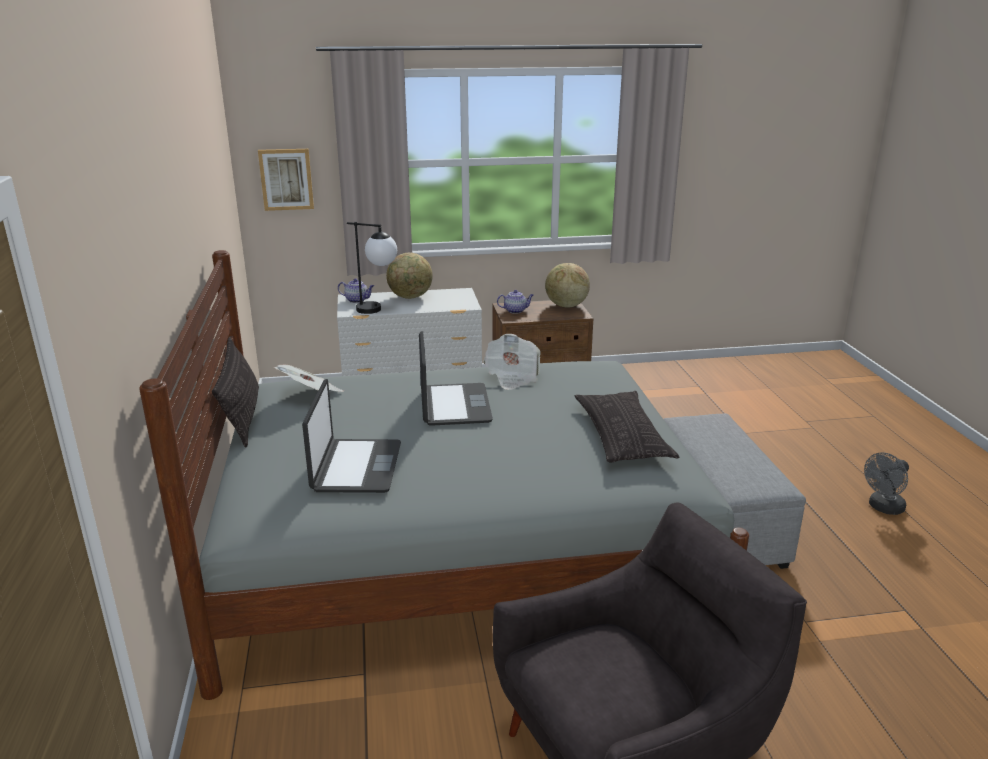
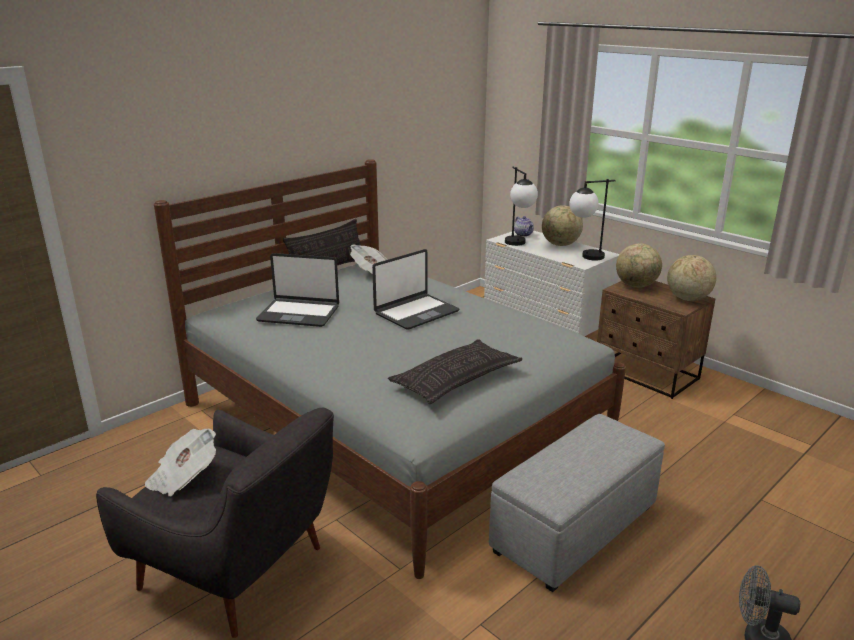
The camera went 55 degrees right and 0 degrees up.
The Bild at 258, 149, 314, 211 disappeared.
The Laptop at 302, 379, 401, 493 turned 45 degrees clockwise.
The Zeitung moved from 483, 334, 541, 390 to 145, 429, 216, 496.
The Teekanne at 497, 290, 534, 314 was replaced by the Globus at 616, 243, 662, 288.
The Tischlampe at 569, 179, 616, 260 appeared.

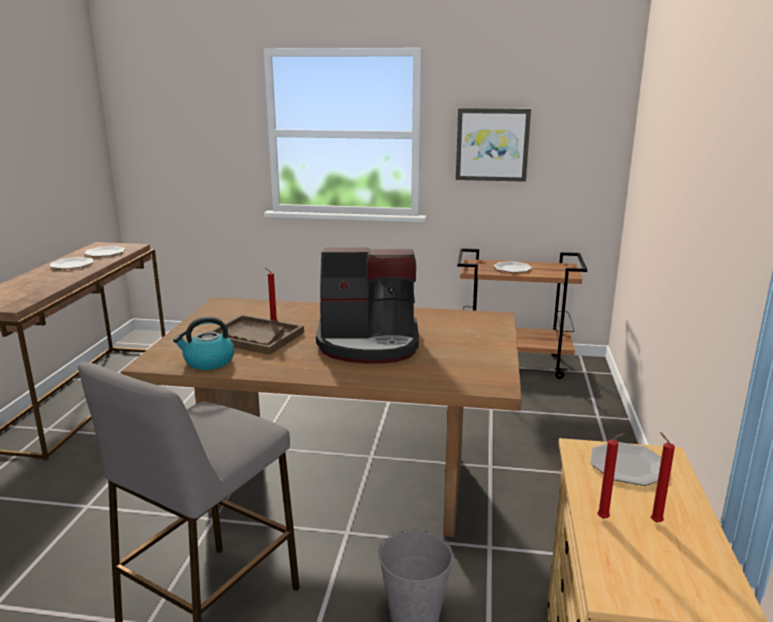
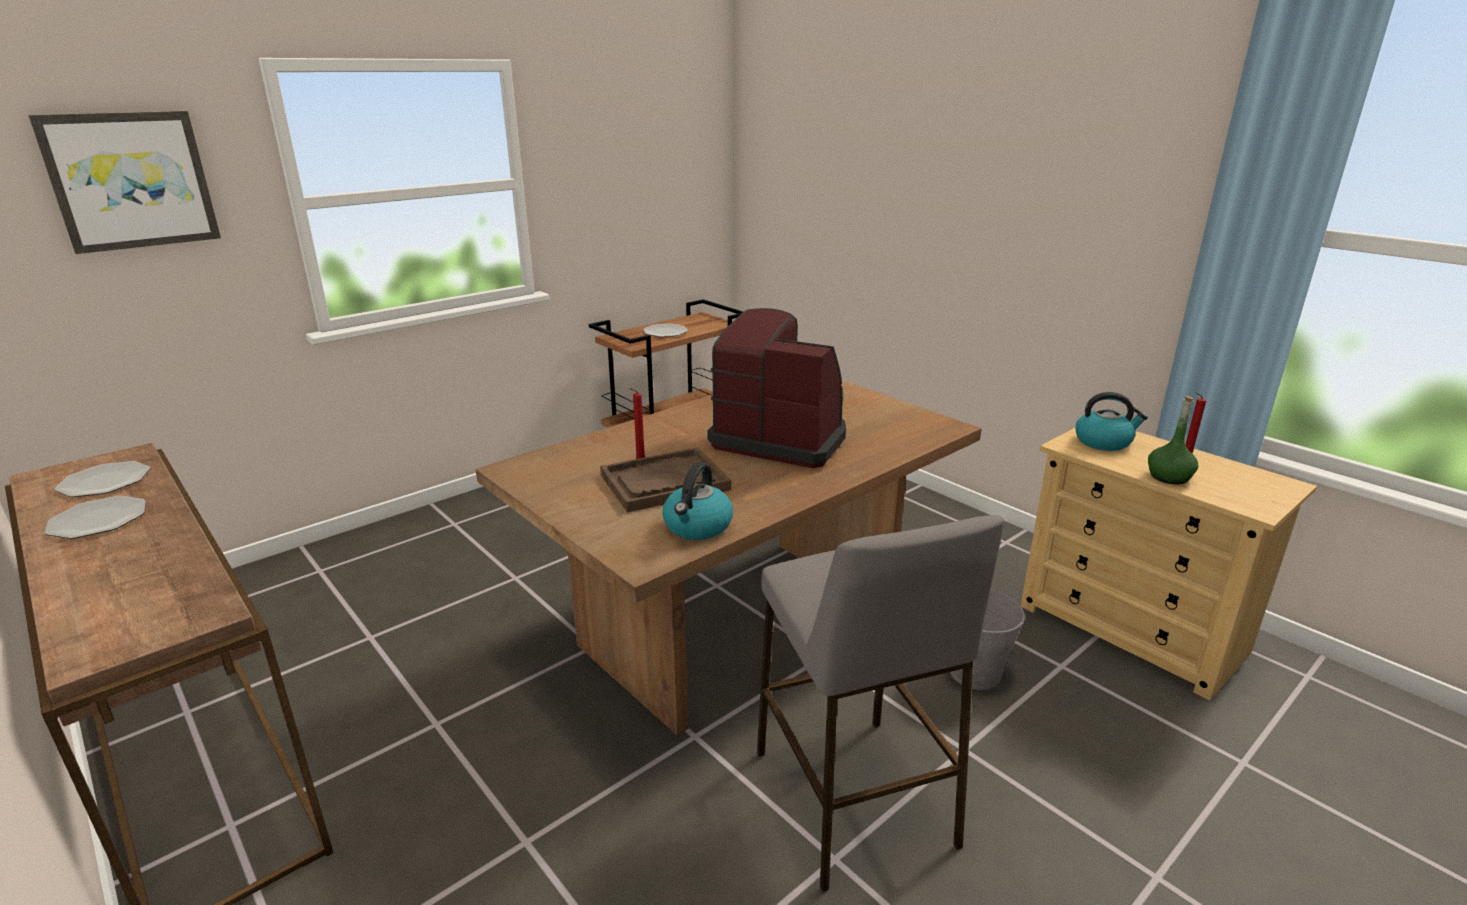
The camera went 50 degrees left and 5 degrees up.
The Kaffeemaschine at 316, 247, 419, 364 turned 105 degrees counterclockwise.
The Bild moved from 456, 108, 531, 182 to 29, 111, 221, 254.
The Teller at 590, 442, 661, 486 was replaced by the Wasserkessel at 1076, 392, 1148, 451.
The Kerze/rot at 597, 433, 626, 519 was replaced by the Flasche/grün at 1148, 396, 1198, 485.

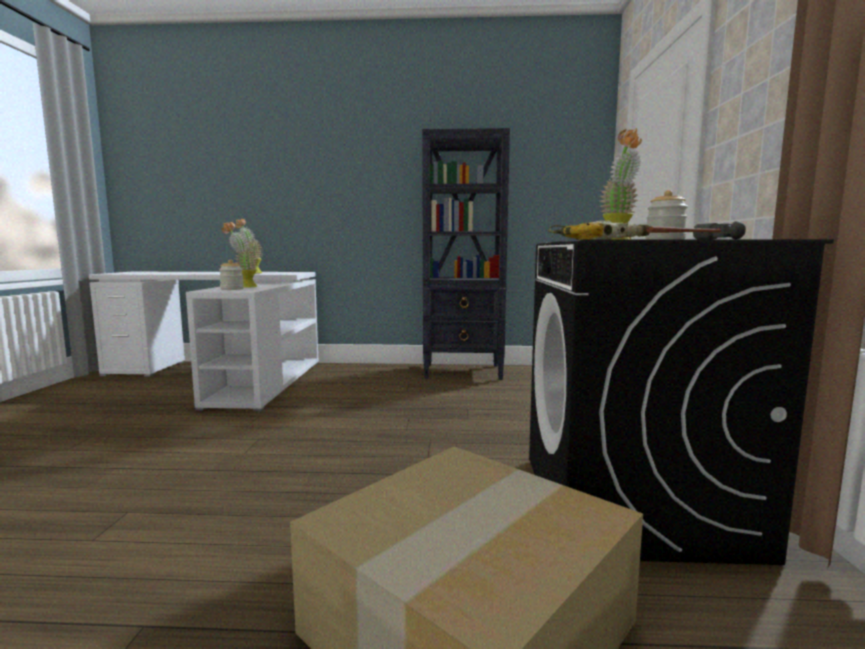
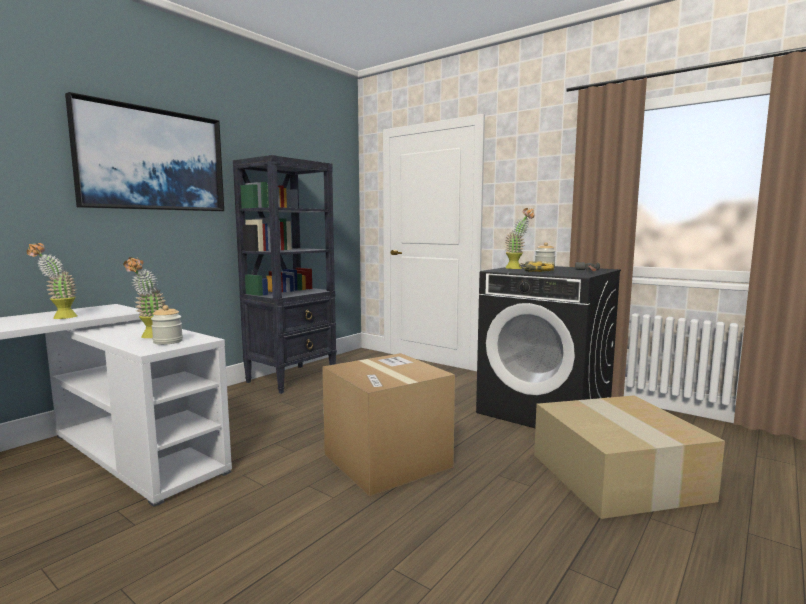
The camera went 55 degrees left and 0 degrees up.
The Bild at 65, 92, 224, 211 appeared.
The Karton at 322, 353, 455, 496 appeared.

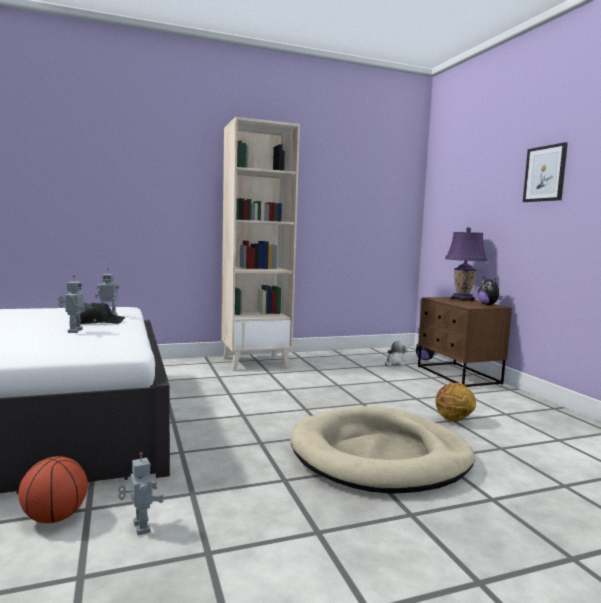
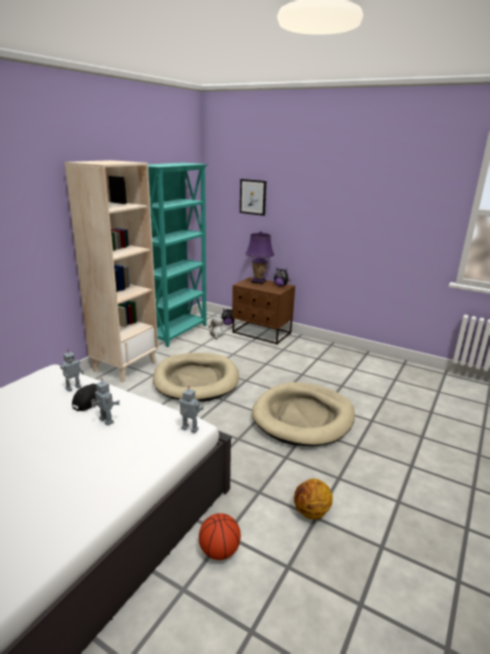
The camera went 40 degrees left and 15 degrees up.
The Spielzeugroboter moved from 118, 452, 164, 535 to 179, 386, 204, 433.
The Basketball moved from 436, 383, 476, 422 to 294, 479, 333, 519.
The Bild moved from 523, 142, 568, 202 to 240, 179, 266, 216.
The Bücherregal/türkis at 148, 163, 208, 347 appeared.
The Hundebett/beige at 153, 353, 239, 402 appeared.

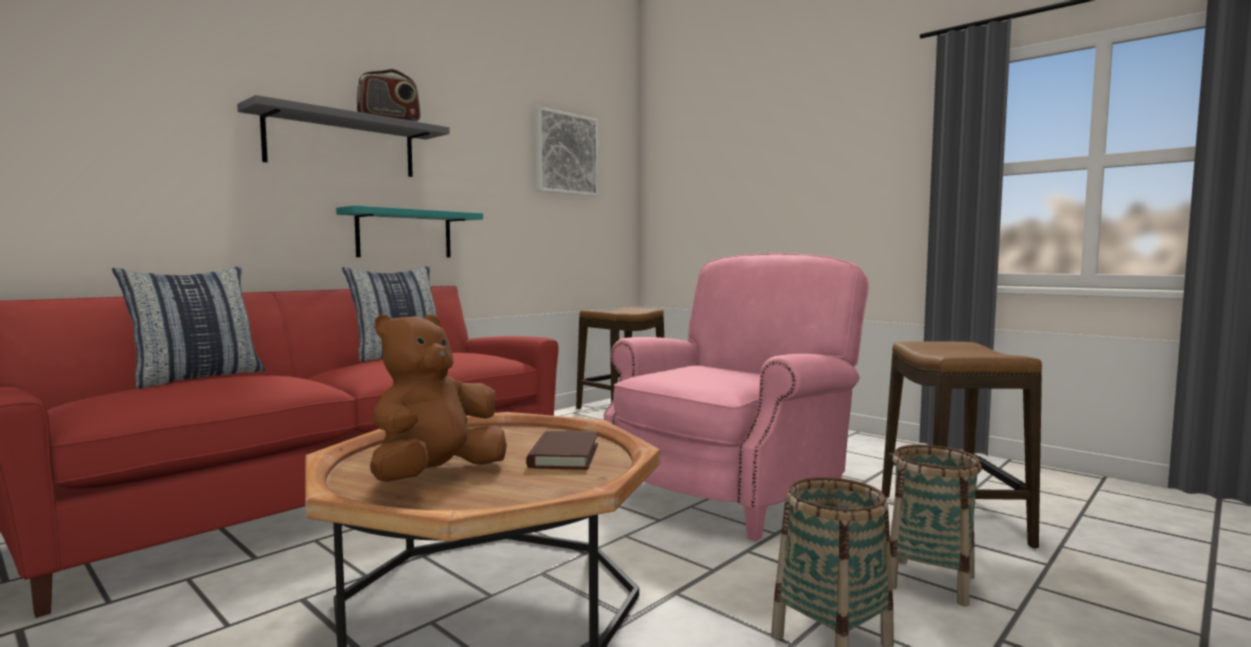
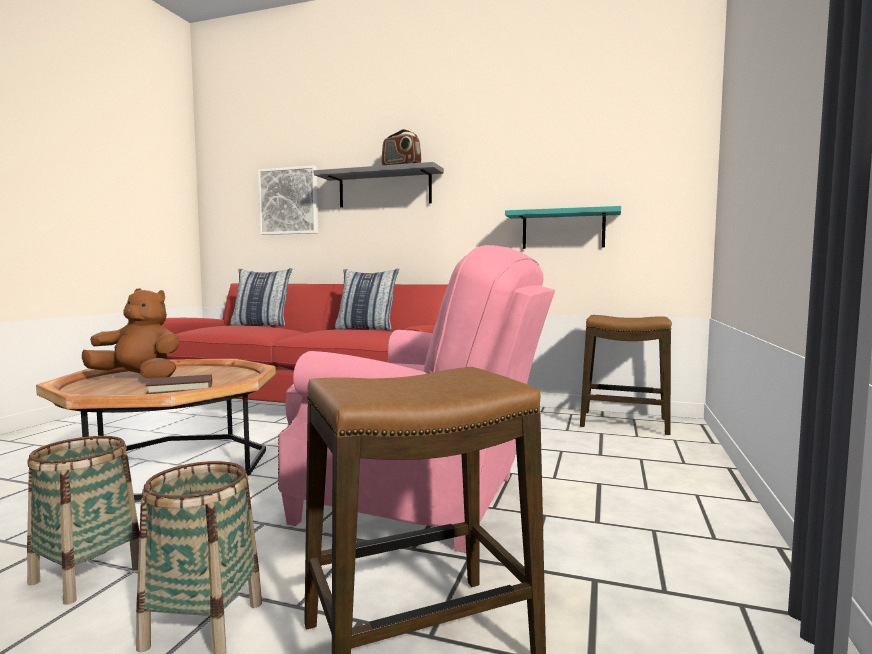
The camera went 65 degrees right and 0 degrees up.
The Wandregal/türkis moved from 336, 205, 483, 257 to 505, 206, 621, 249.
The Bild moved from 535, 107, 599, 197 to 258, 165, 318, 235.

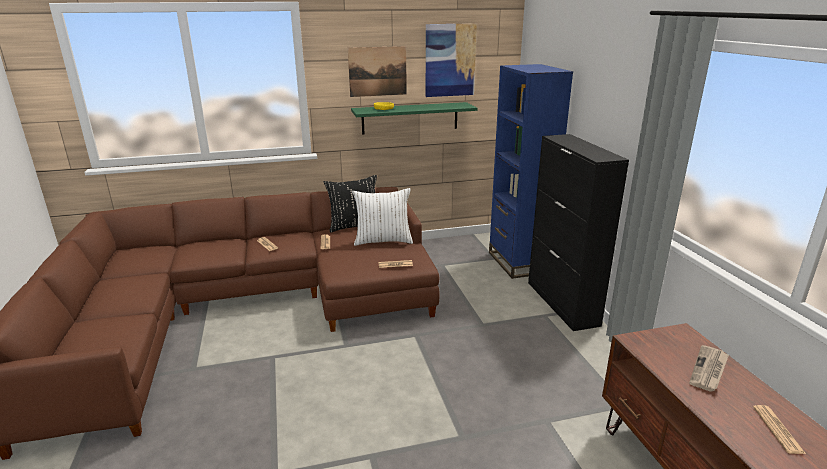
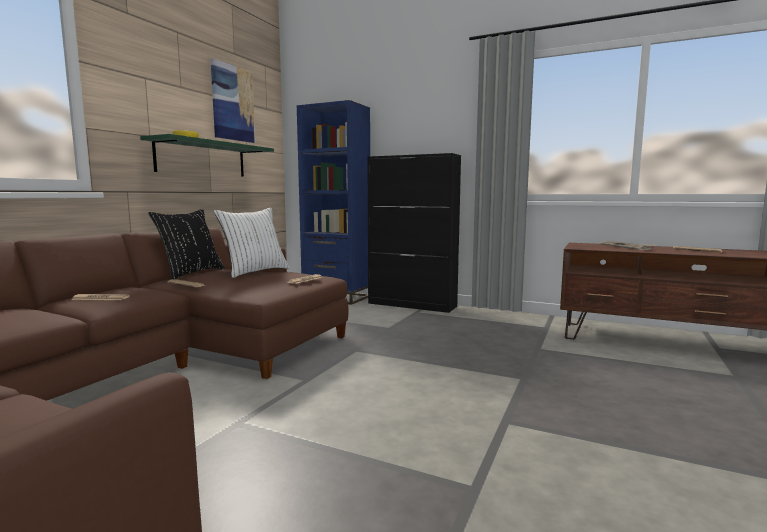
The camera went 50 degrees left and 15 degrees down.
The Bild at 348, 46, 407, 97 disappeared.

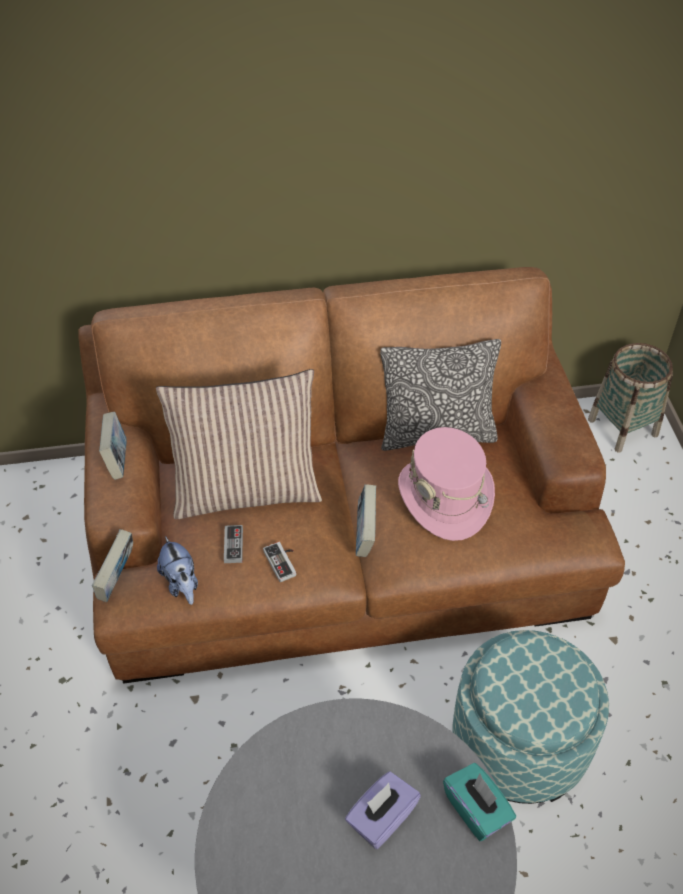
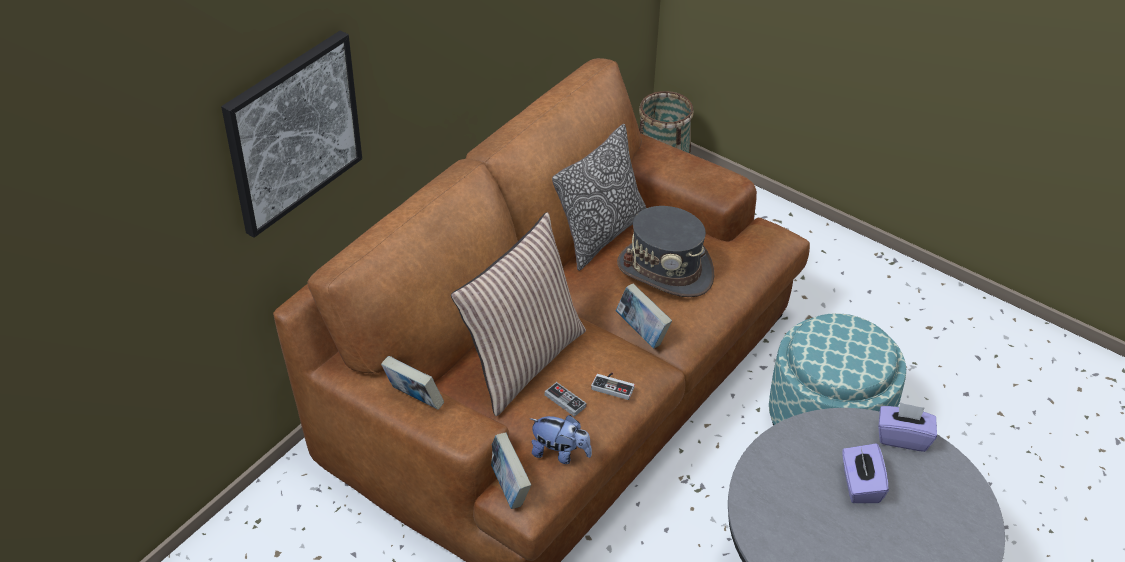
The camera went 45 degrees left and 5 degrees down.
The Hut/rosa at 398, 427, 495, 541 became the Hut/grau at 617, 206, 714, 297.
The Taschentuchbox/türkis at 443, 763, 516, 841 became the Taschentuchbox/lila at 878, 402, 937, 452.
The Bild at 221, 30, 362, 238 appeared.

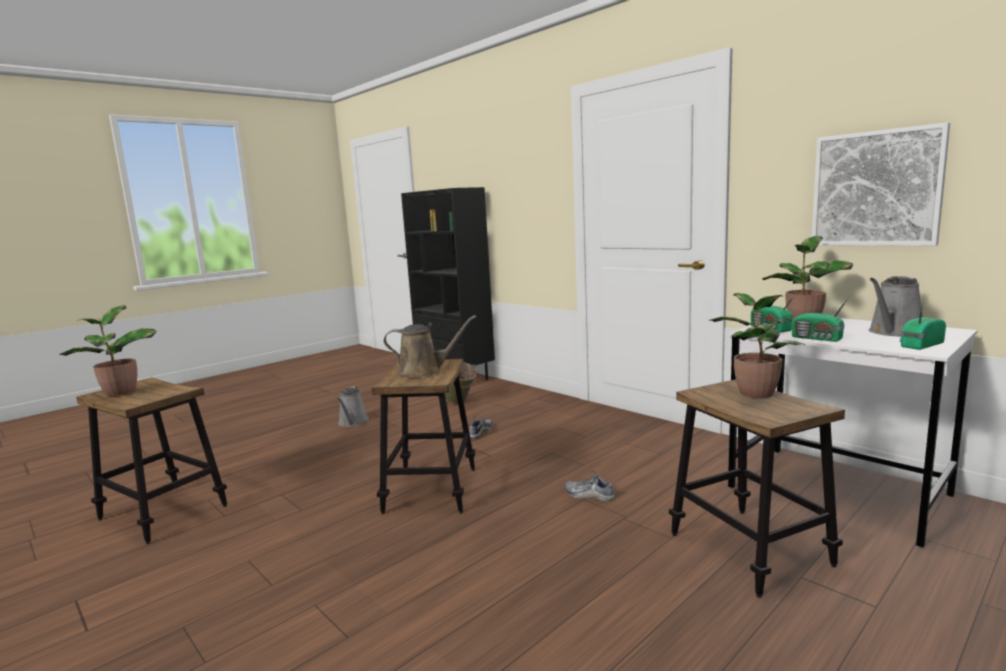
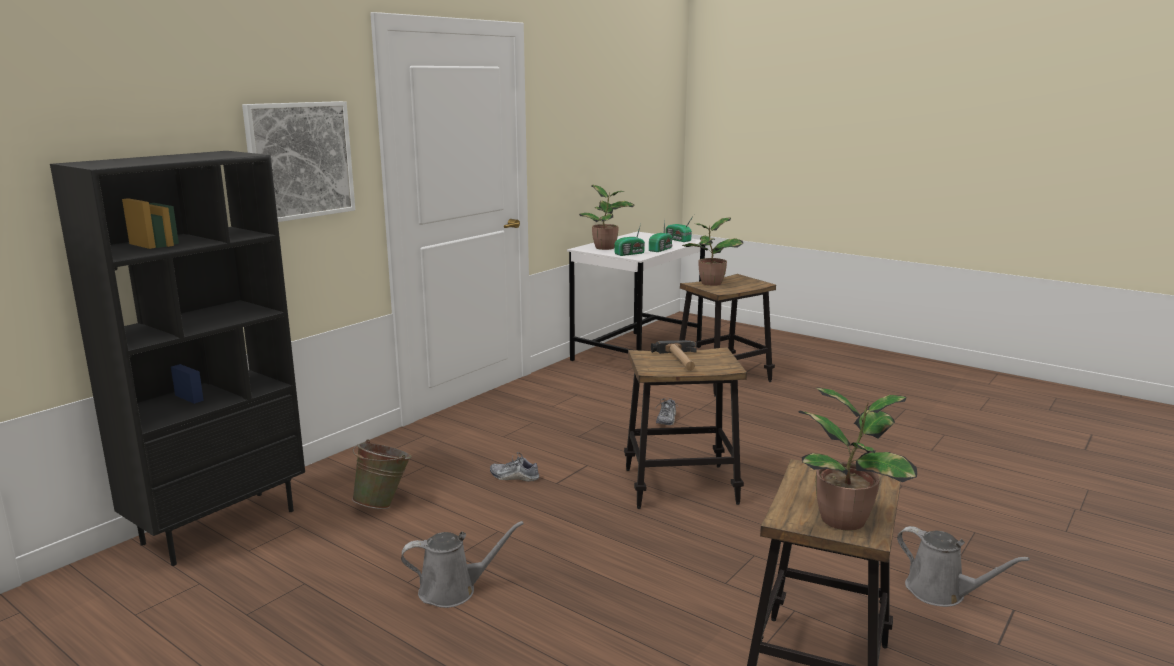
The camera went 100 degrees left and 5 degrees up.
The Gießkanne/braun at 384, 315, 476, 378 was replaced by the Hammer at 651, 340, 697, 371.
The Bild moved from 812, 122, 950, 246 to 242, 101, 355, 222.
The Gießkanne/grau moved from 868, 276, 921, 336 to 897, 526, 1030, 607.

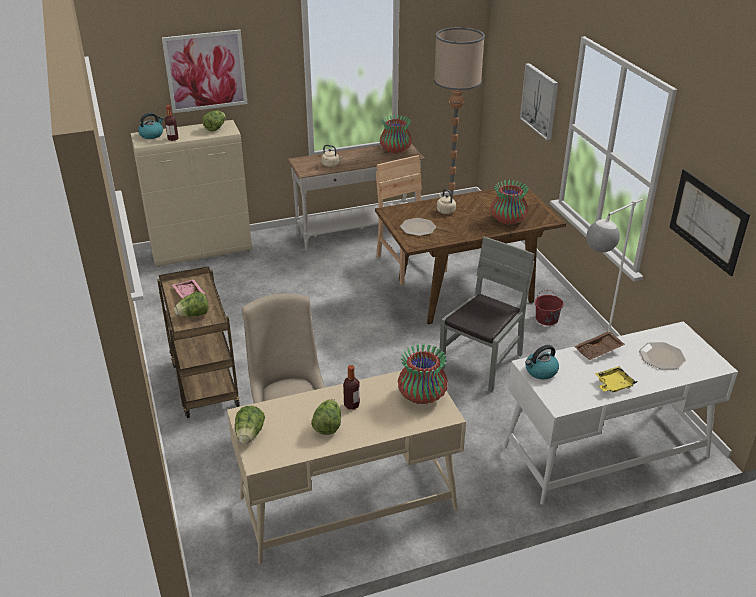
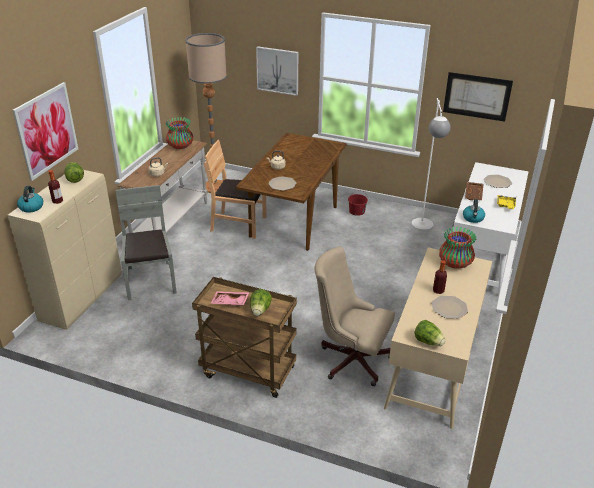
The camera went 50 degrees left and 0 degrees up.
The Salatkopf at 311, 399, 341, 435 was replaced by the Teller at 432, 296, 468, 319.
The Stuhl/grau moved from 439, 237, 535, 392 to 115, 185, 177, 300.
The Vase at 490, 180, 528, 224 disappeared.

